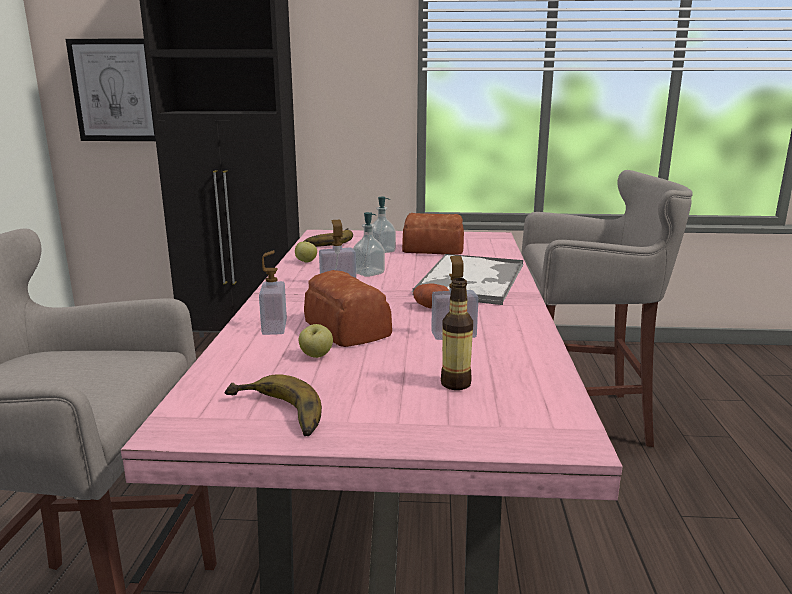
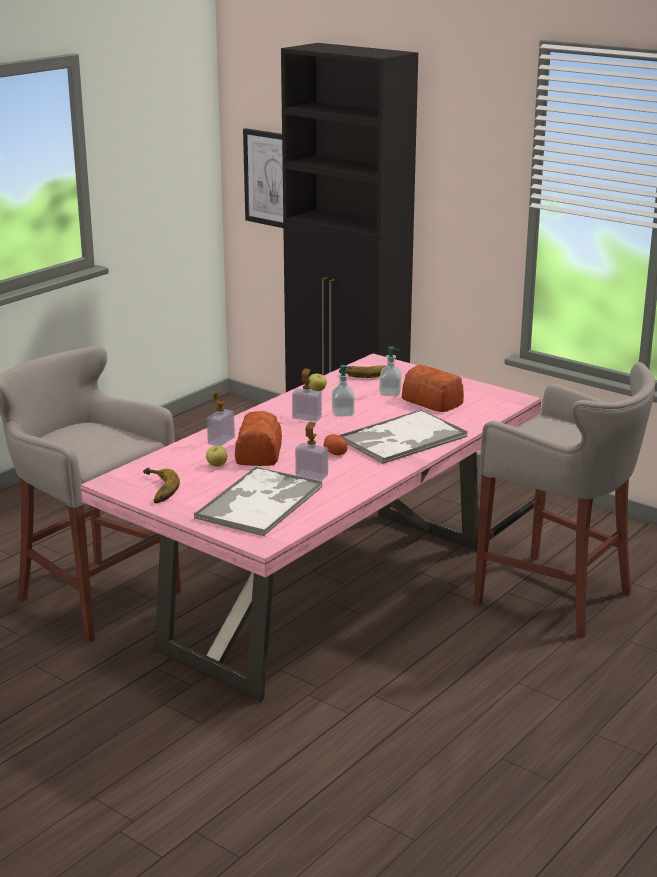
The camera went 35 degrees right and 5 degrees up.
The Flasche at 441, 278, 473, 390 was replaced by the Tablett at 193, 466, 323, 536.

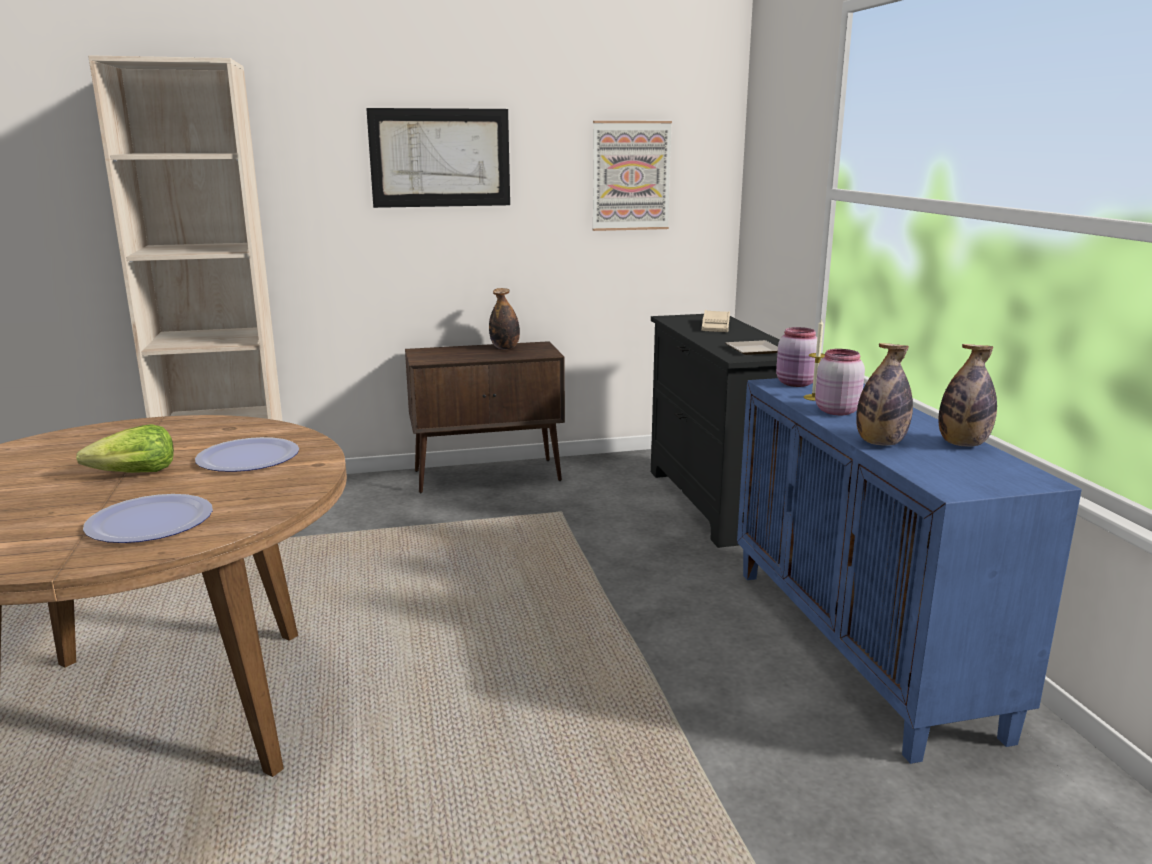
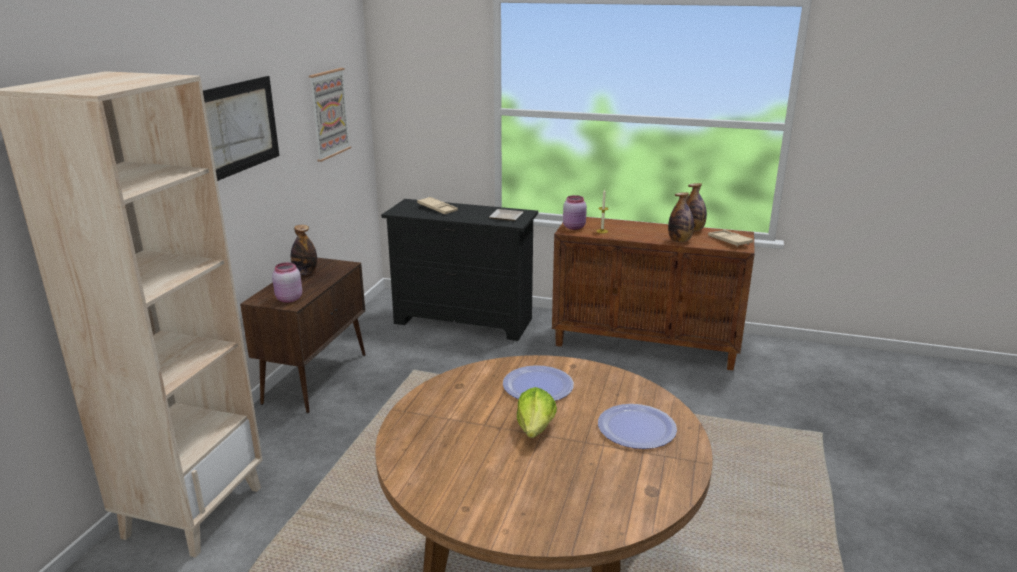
The camera went 60 degrees left and 5 degrees up.
The Schrank/blau at 737, 378, 1082, 764 became the Schrank/braun at 552, 217, 755, 370.
The Vorratsglas/rosa moved from 815, 349, 865, 415 to 272, 262, 302, 303.
The Tablett/beige at 708, 230, 753, 247 appeared.

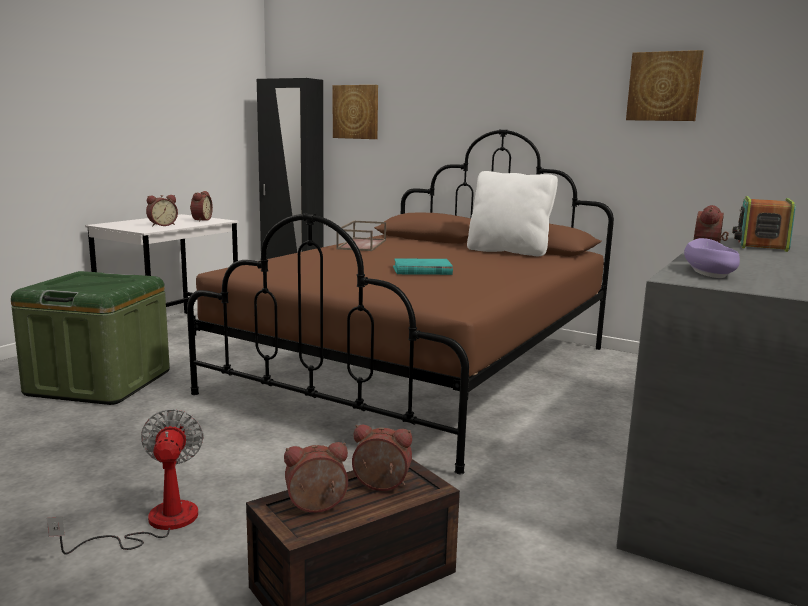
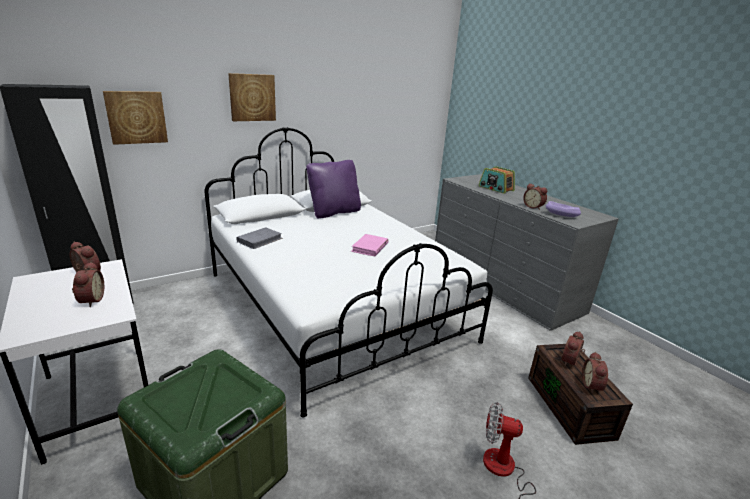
The camera went 65 degrees left and 10 degrees up.
The Bett/braun at 187, 129, 614, 474 became the Bett/weiß at 205, 127, 493, 417.
The Tablett/braun at 336, 221, 386, 251 was replaced by the Buch/grau at 236, 227, 283, 249.
The Buch/türkis at 393, 258, 453, 275 became the Buch/rosa at 351, 234, 389, 256.
The Kissen/weiß at 467, 171, 558, 256 became the Kissen/lila at 306, 160, 361, 219.
The Bild moved from 626, 50, 704, 121 to 228, 73, 276, 121.

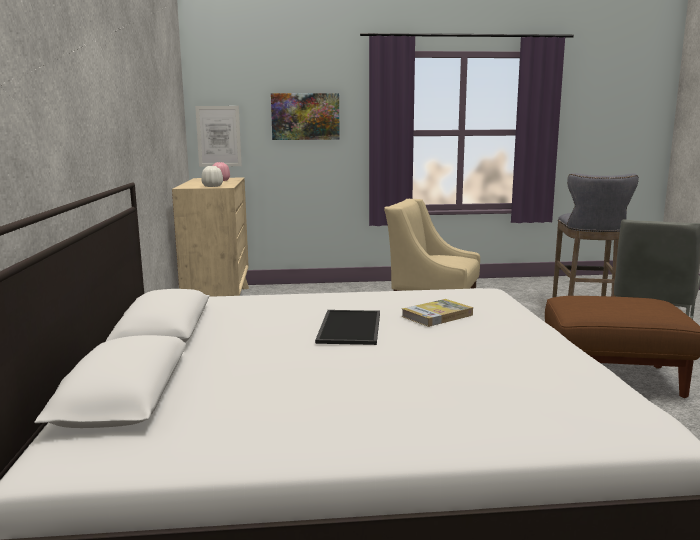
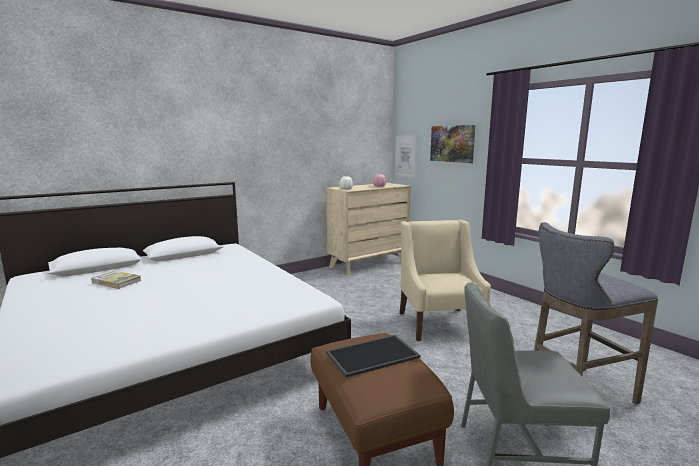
The camera went 60 degrees right and 0 degrees up.
The Tablett moved from 315, 310, 380, 345 to 326, 335, 421, 378.
The Buch moved from 401, 299, 473, 327 to 91, 271, 141, 289.

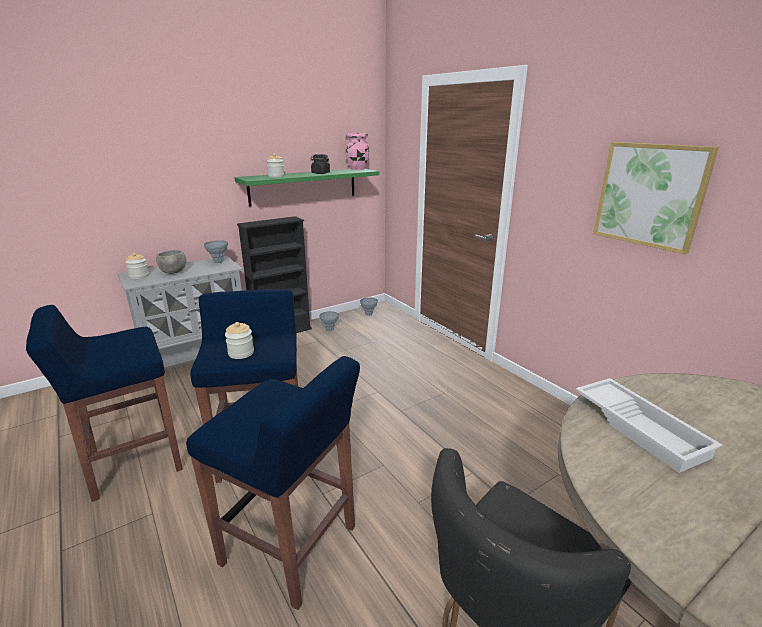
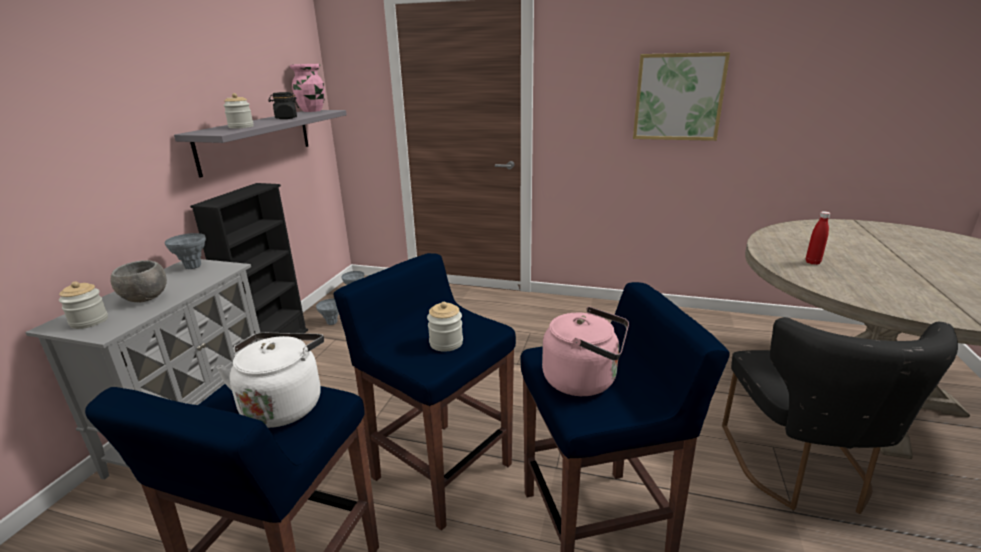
The camera went 40 degrees left and 0 degrees up.
The Wandregal/grün at 234, 169, 379, 207 became the Wandregal/grau at 174, 110, 347, 178.
The Tablett/weiß at 576, 378, 722, 473 was replaced by the Flasche/rot at 806, 211, 830, 265.
The Wasserkessel/weiß at 216, 333, 324, 428 appeared.
The Wasserkessel/rosa at 542, 307, 629, 396 appeared.

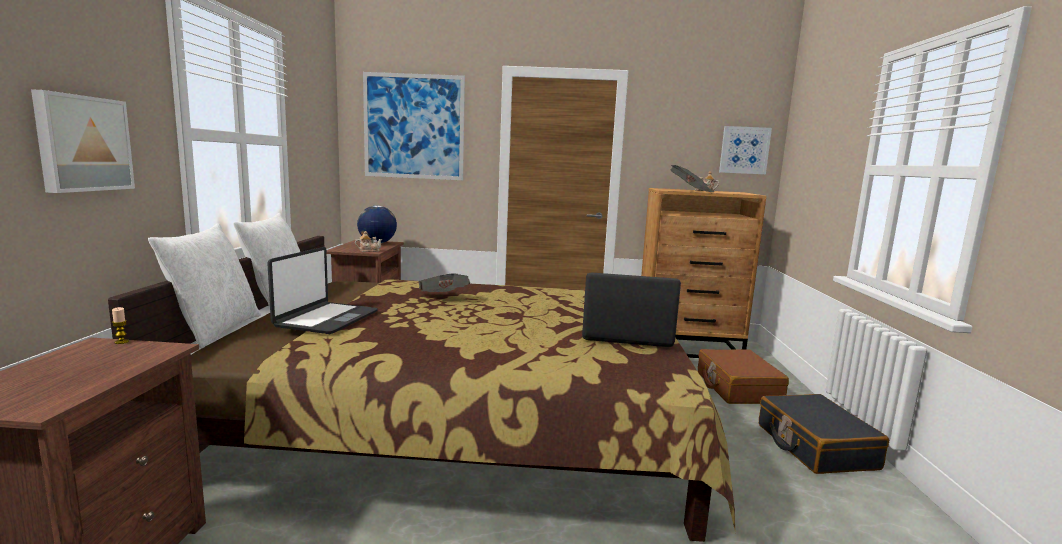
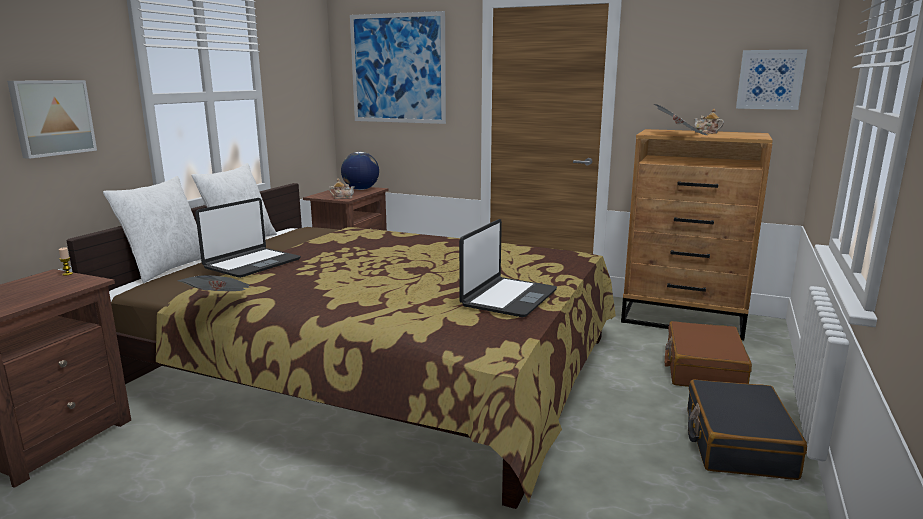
The camera went 20 degrees right and 5 degrees up.
The Zeitung moved from 418, 273, 470, 292 to 177, 275, 250, 291.
The Laptop at 582, 272, 681, 347 turned 90 degrees clockwise.

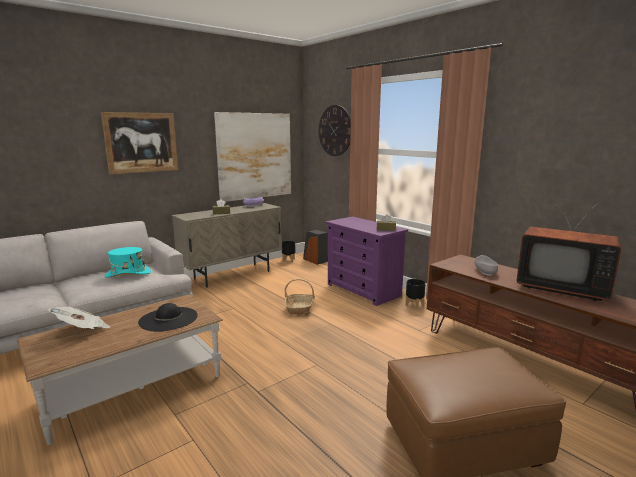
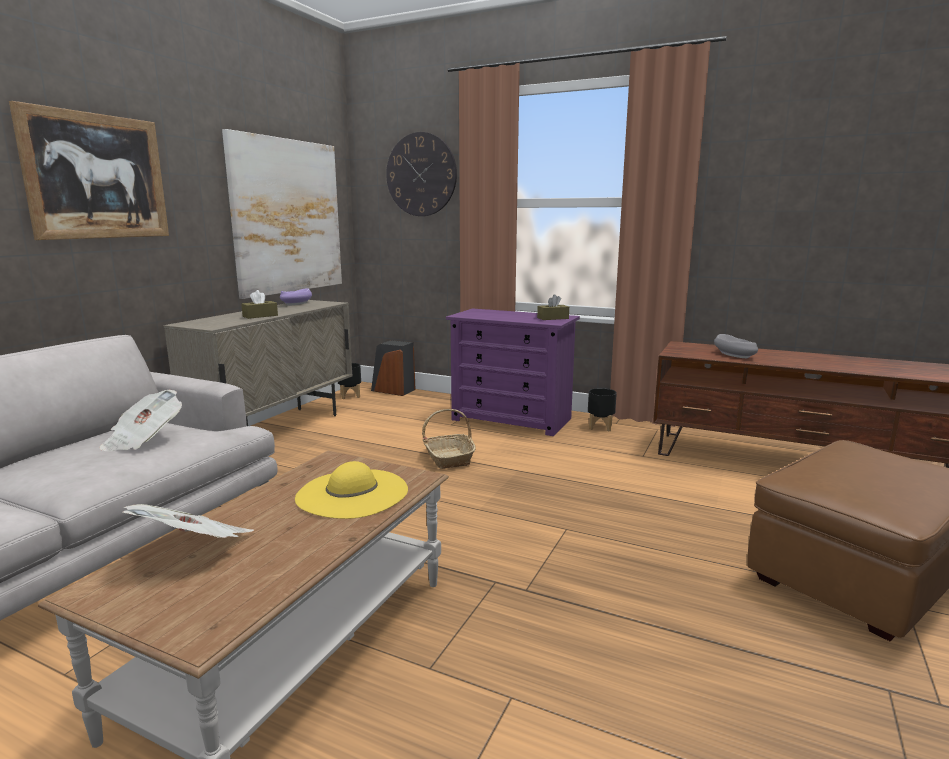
The camera went 25 degrees left and 0 degrees up.
The Hut/türkis at 105, 247, 151, 278 was replaced by the Zeitung at 99, 390, 182, 451.
The Hut/schwarz at 138, 303, 198, 332 became the Hut/gelb at 295, 461, 408, 519.
The Fernseher at 516, 203, 621, 301 disappeared.

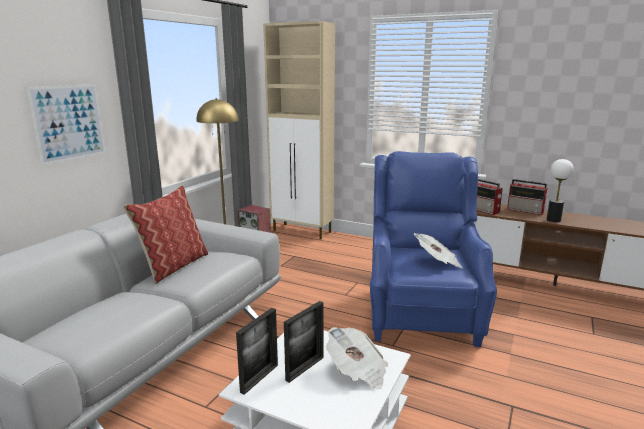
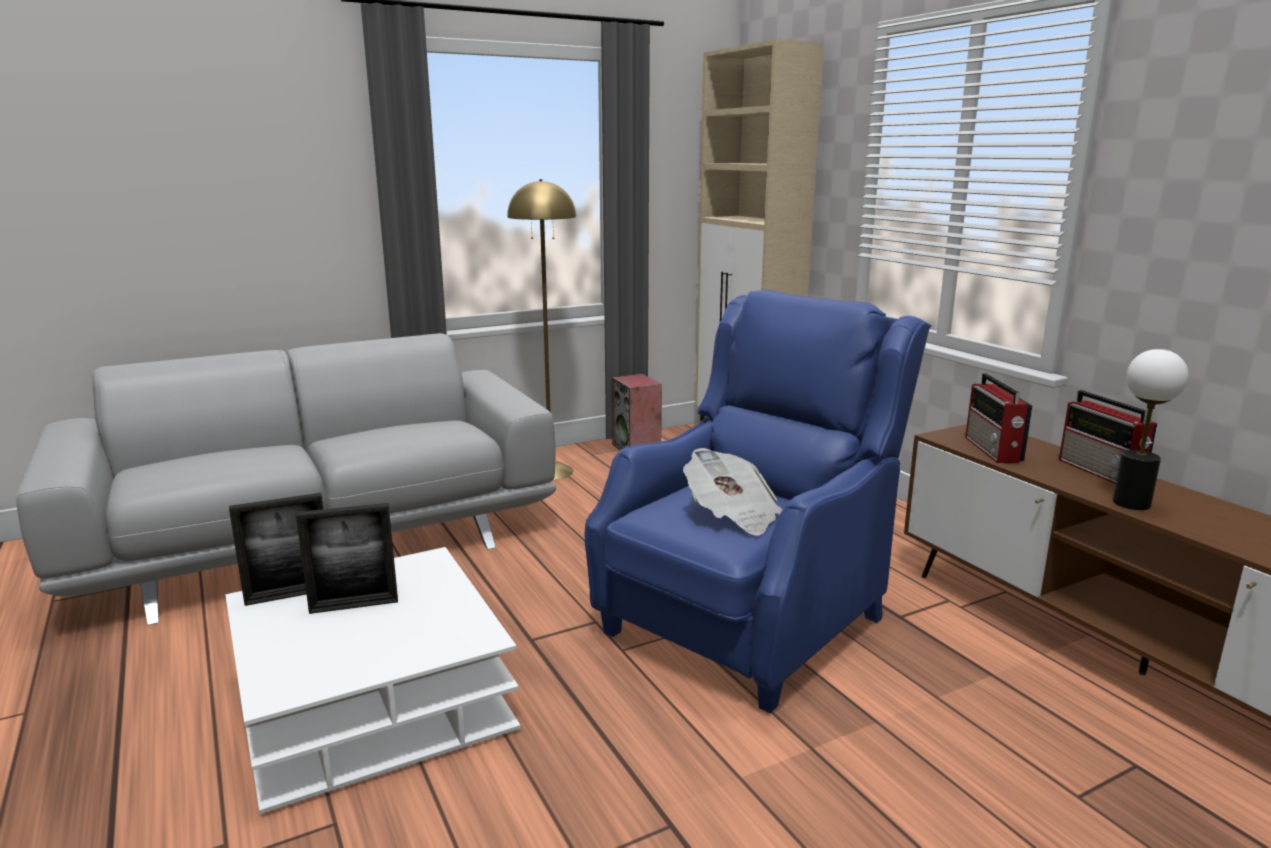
The camera went 35 degrees right and 0 degrees up.
The Bild at 27, 84, 106, 165 disappeared.
The Kissen at 123, 185, 208, 284 disappeared.
The Zeitung at 326, 327, 388, 389 disappeared.

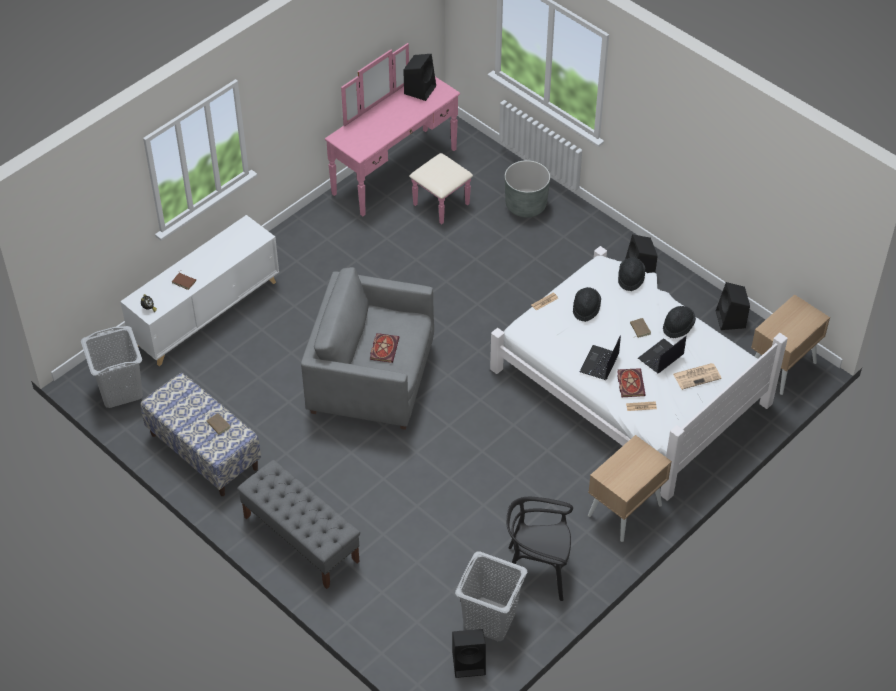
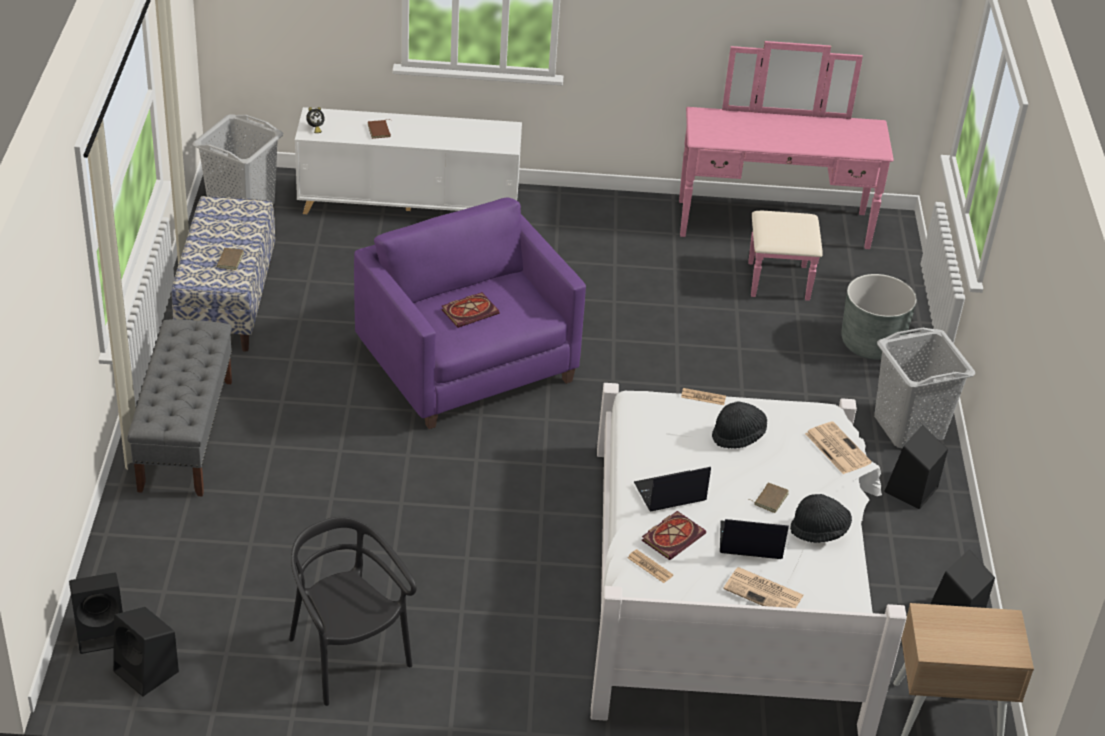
The camera went 45 degrees right and 10 degrees down.
The Sessel/grau at 301, 267, 434, 430 became the Sessel/lila at 354, 197, 586, 429.
The Lautsprecher/schwarz moved from 403, 54, 436, 101 to 69, 573, 123, 654.
The Wäschekorb/grau moved from 455, 551, 527, 641 to 874, 328, 975, 448.
The Nachttisch/beige at 588, 435, 672, 542 disappeared.
The Hut/schwarz at 618, 257, 646, 291 was replaced by the Zeitung at 805, 422, 872, 474.

